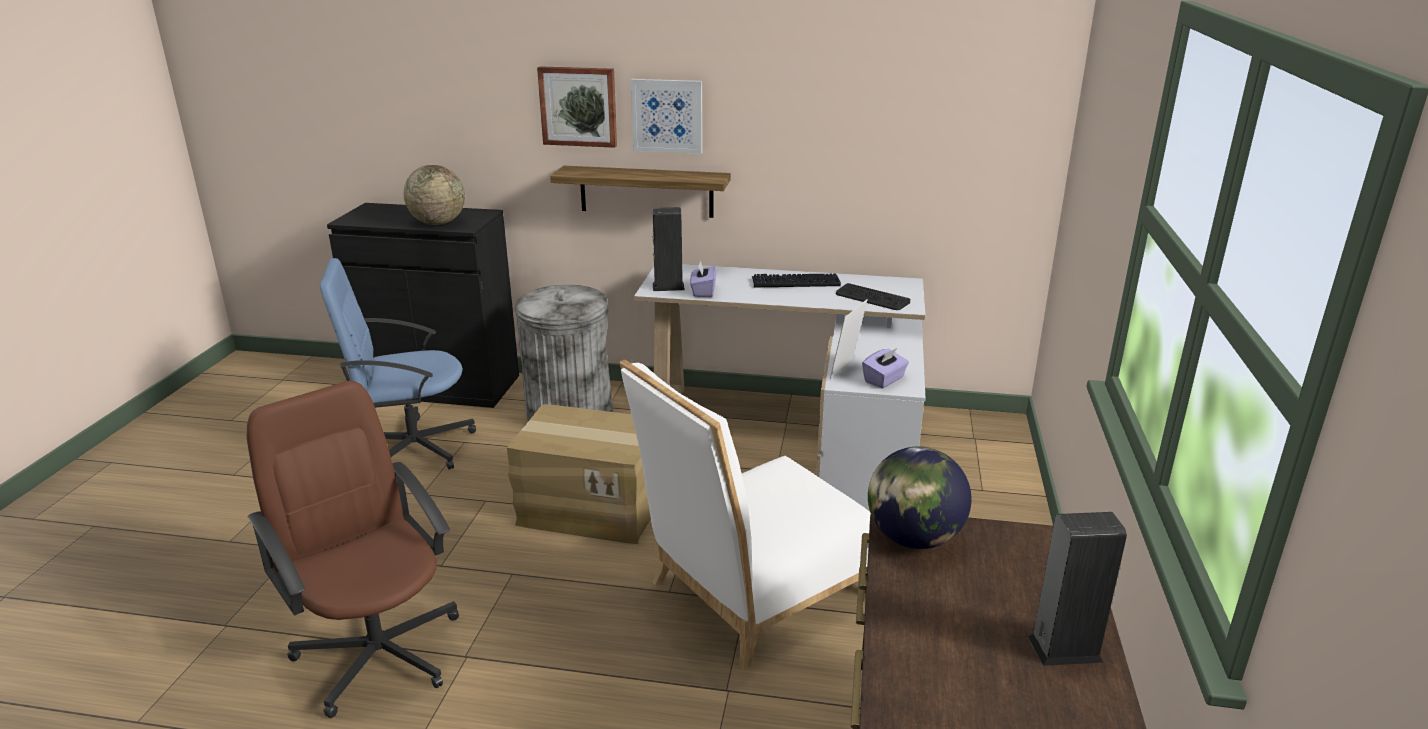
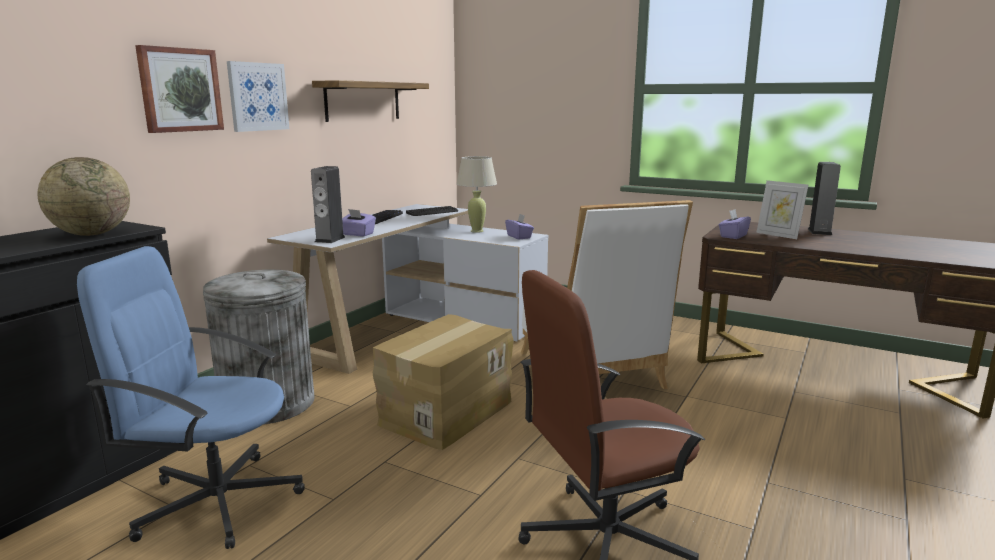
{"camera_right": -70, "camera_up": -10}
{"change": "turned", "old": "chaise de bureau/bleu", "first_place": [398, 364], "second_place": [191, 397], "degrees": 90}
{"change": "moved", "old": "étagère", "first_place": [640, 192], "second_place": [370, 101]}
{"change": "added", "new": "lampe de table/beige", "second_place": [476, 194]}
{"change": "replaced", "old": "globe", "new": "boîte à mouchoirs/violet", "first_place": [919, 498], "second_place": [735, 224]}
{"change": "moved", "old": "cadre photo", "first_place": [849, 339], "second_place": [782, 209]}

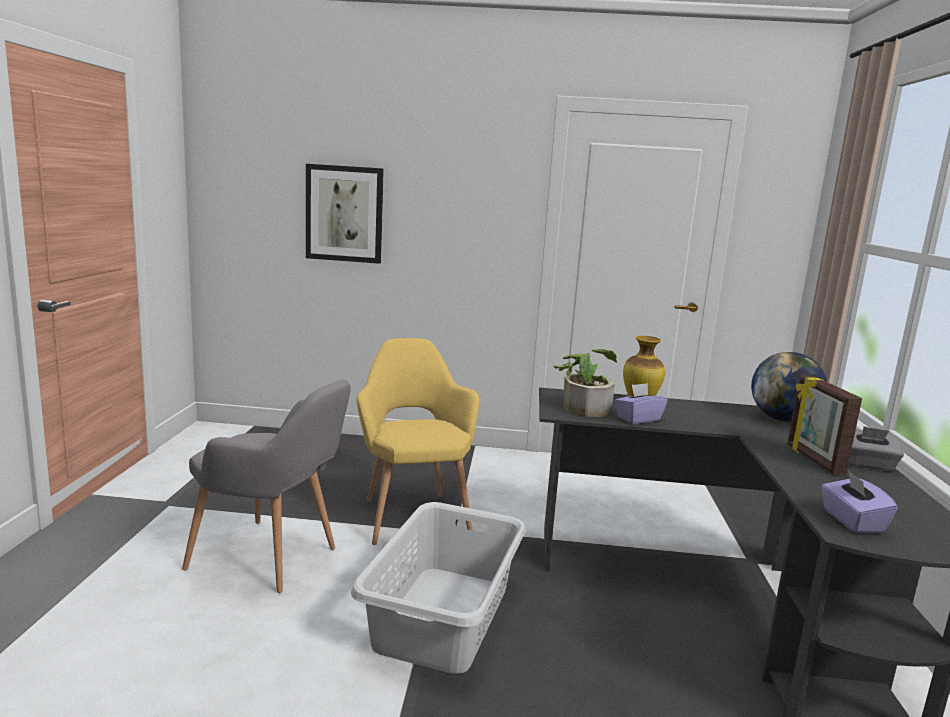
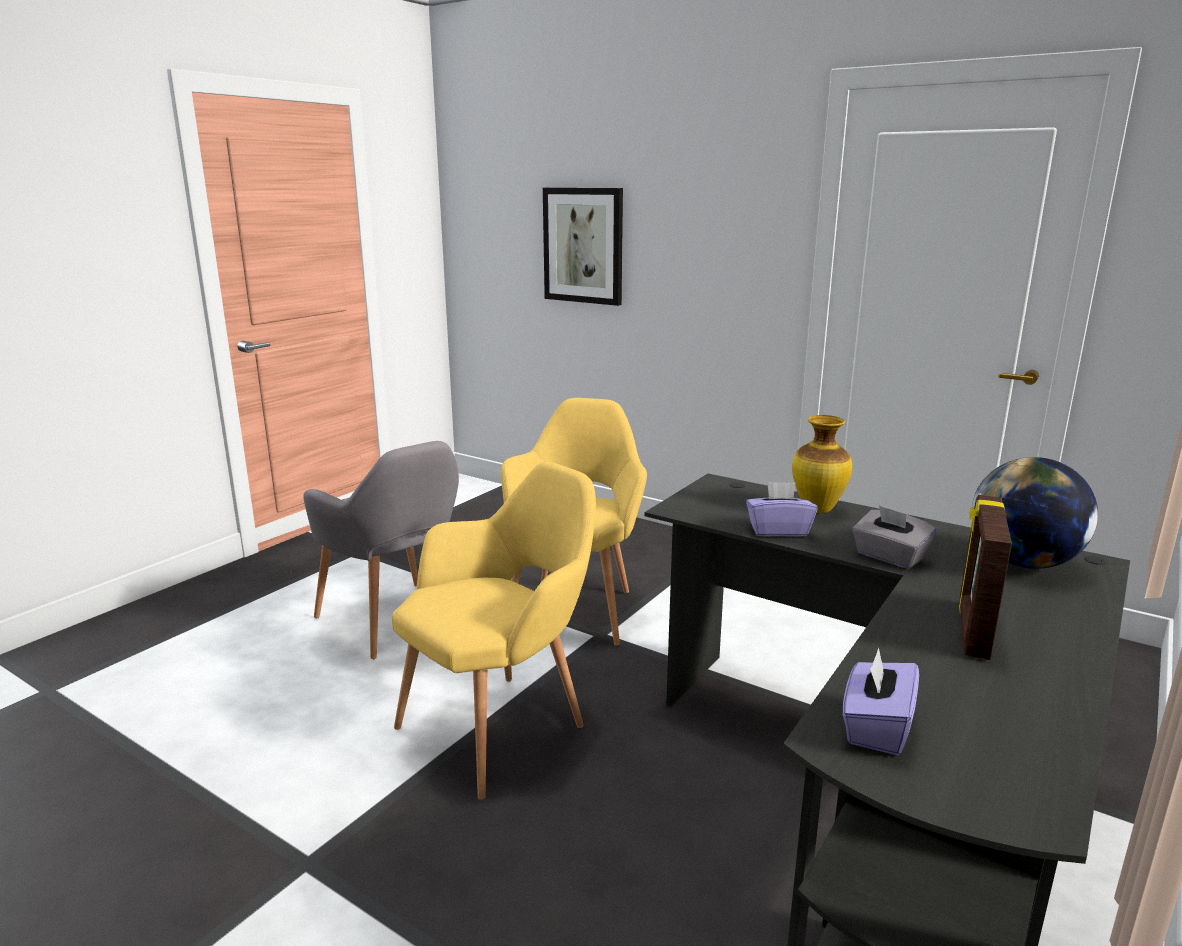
{"camera_right": 30, "camera_up": 5}
{"change": "replaced", "old": "panier à linge/gris", "new": "fauteuil/jaune", "first_place": [438, 588], "second_place": [494, 631]}
{"change": "moved", "old": "boîte à mouchoirs/gris", "first_place": [876, 449], "second_place": [894, 537]}
{"change": "removed", "old": "plante en pot", "first_place": [585, 383]}

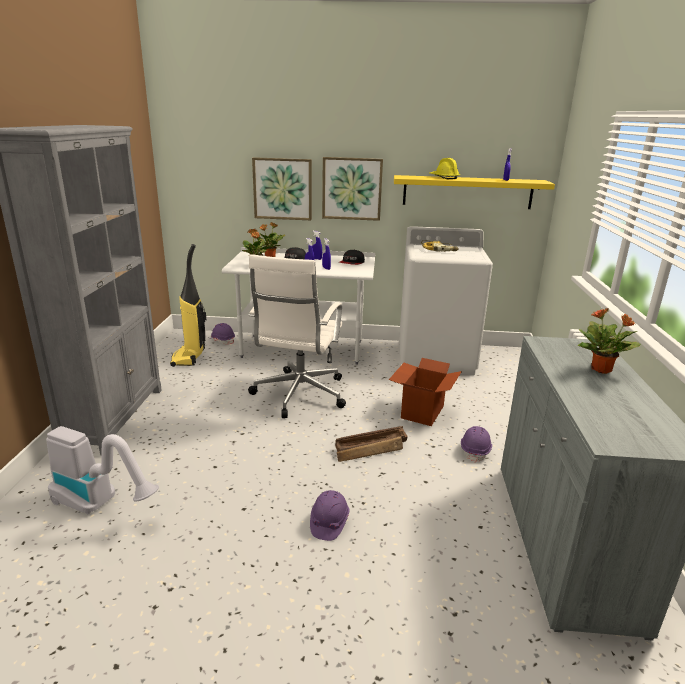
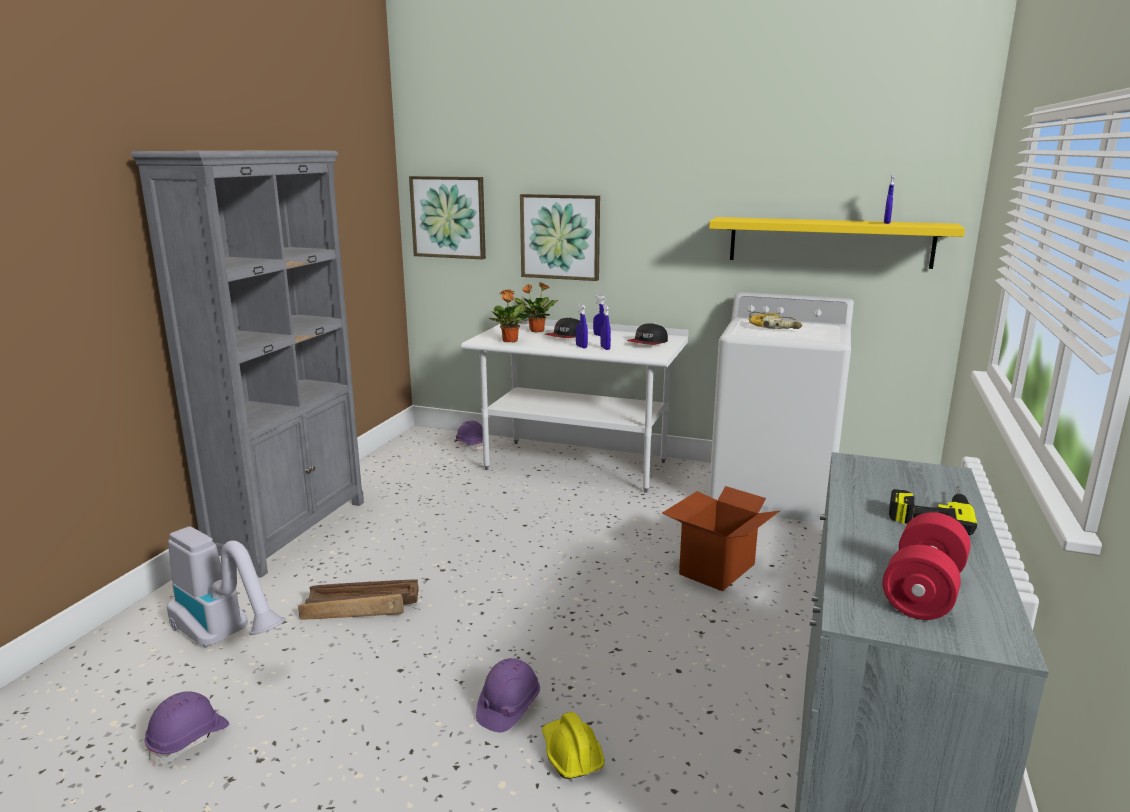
{"camera_right": 15, "camera_up": -5}
{"change": "moved", "old": "casque de chantier/violet", "first_place": [476, 444], "second_place": [186, 728]}
{"change": "moved", "old": "caisse", "first_place": [371, 444], "second_place": [358, 599]}
{"change": "moved", "old": "tableau", "first_place": [352, 189], "second_place": [447, 217]}
{"change": "moved", "old": "casque de chantier/jaune", "first_place": [444, 168], "second_place": [573, 745]}
{"change": "added", "new": "haltère/rouge", "second_place": [926, 566]}
{"change": "replaced", "old": "plante en pot", "new": "perceuse", "first_place": [609, 341], "second_place": [933, 510]}
{"change": "removed", "old": "aspirateur", "first_place": [188, 305]}
{"change": "removed", "old": "chaise de bureau/blanc", "first_place": [297, 336]}

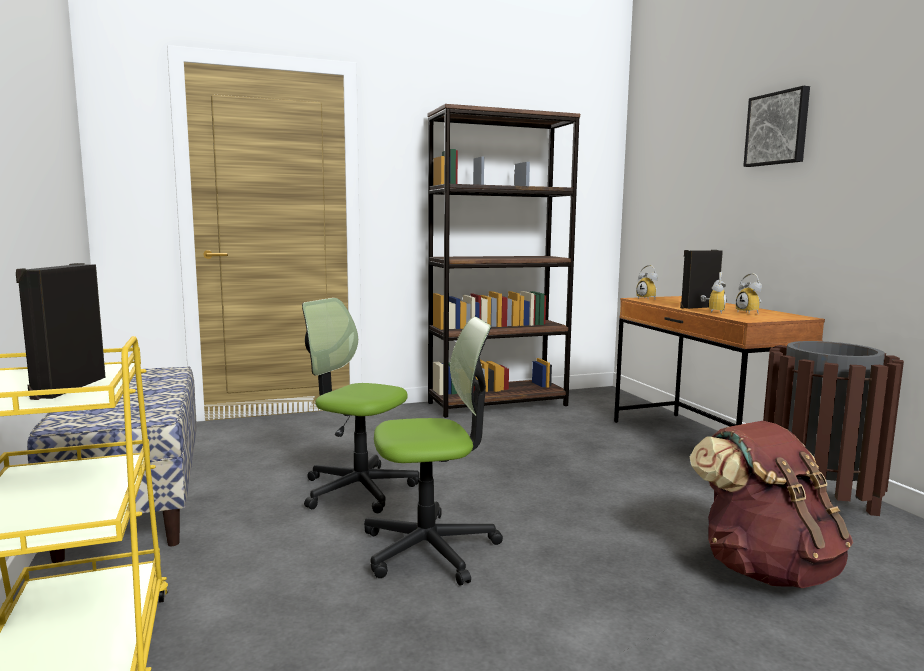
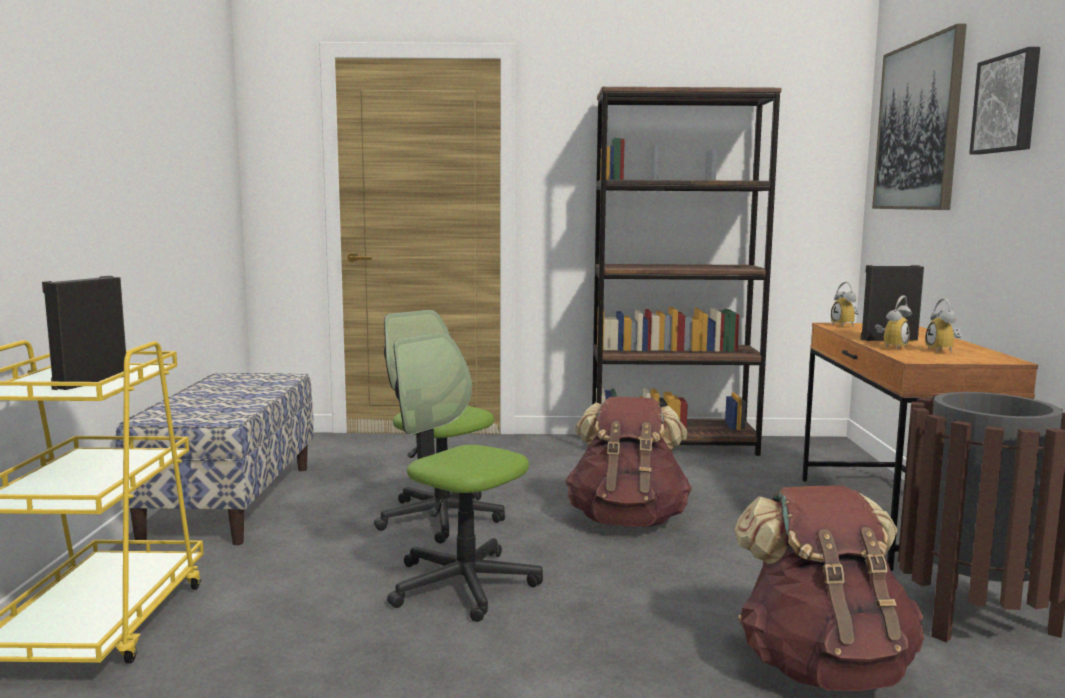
{"camera_right": 20, "camera_up": 0}
{"change": "turned", "old": "chaise de bureau", "first_place": [433, 451], "second_place": [465, 477], "degrees": -150}
{"change": "added", "new": "sac à dos/marron", "second_place": [629, 462]}
{"change": "added", "new": "tableau", "second_place": [919, 117]}

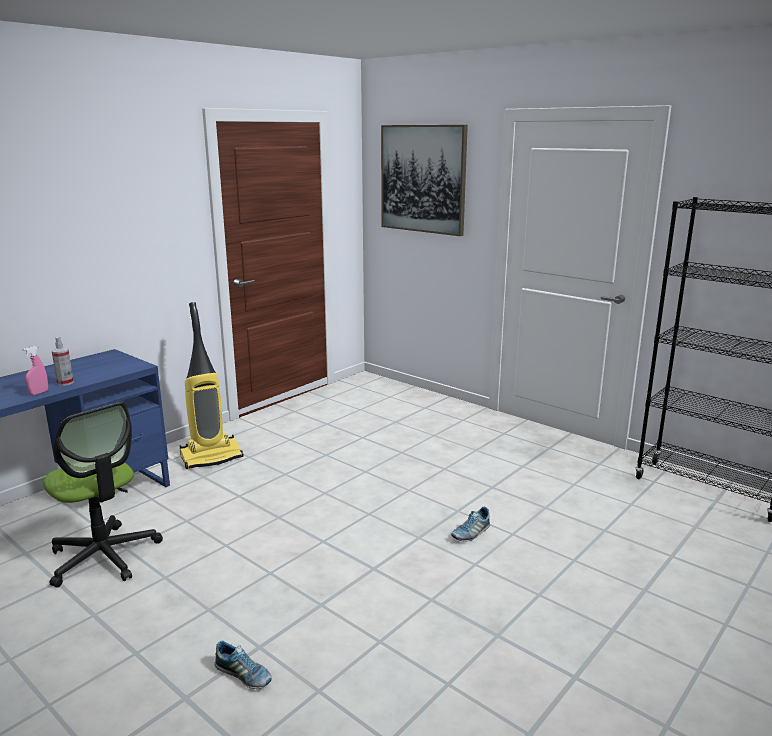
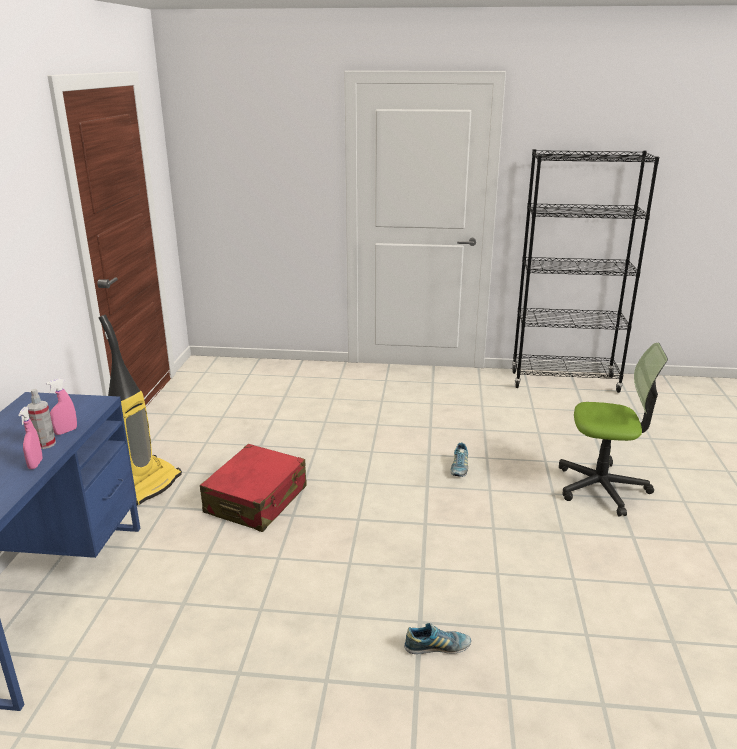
{"camera_right": -35, "camera_up": 5}
{"change": "added", "new": "vaporisateur/rose", "second_place": [61, 406]}
{"change": "added", "new": "valise/rouge", "second_place": [253, 488]}
{"change": "moved", "old": "chaise de bureau", "first_place": [103, 495], "second_place": [613, 430]}
{"change": "removed", "old": "tableau", "first_place": [424, 180]}

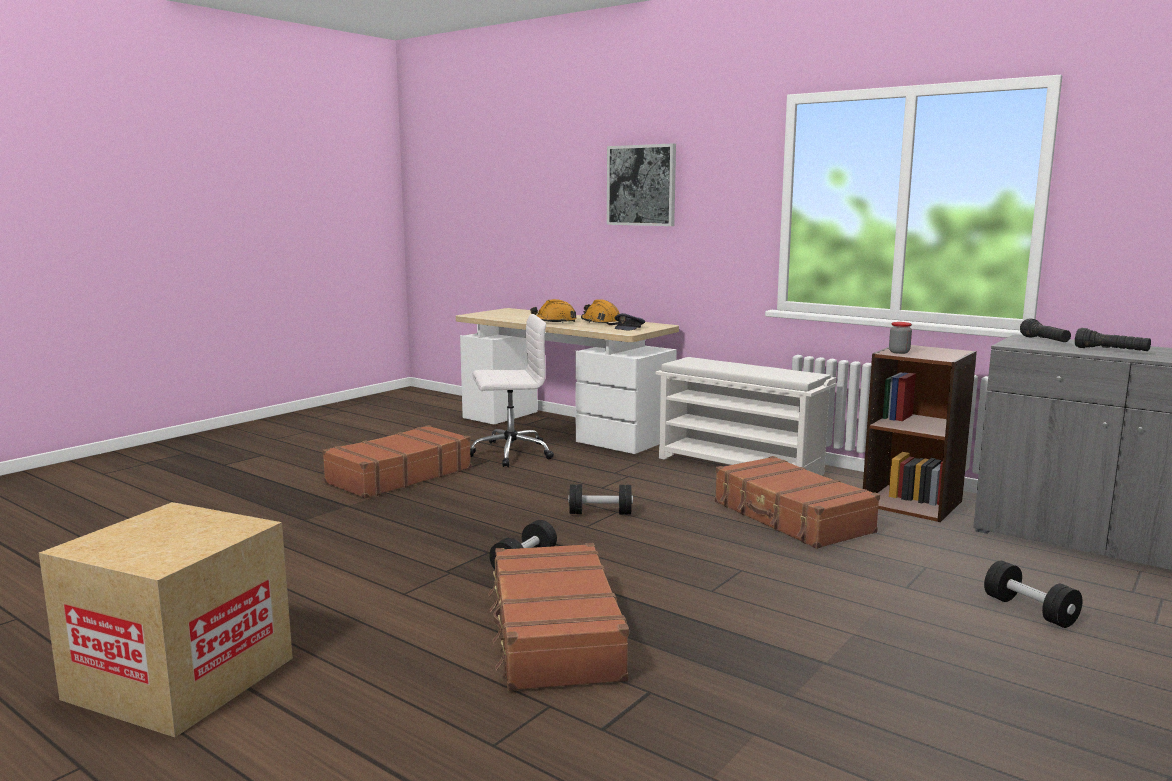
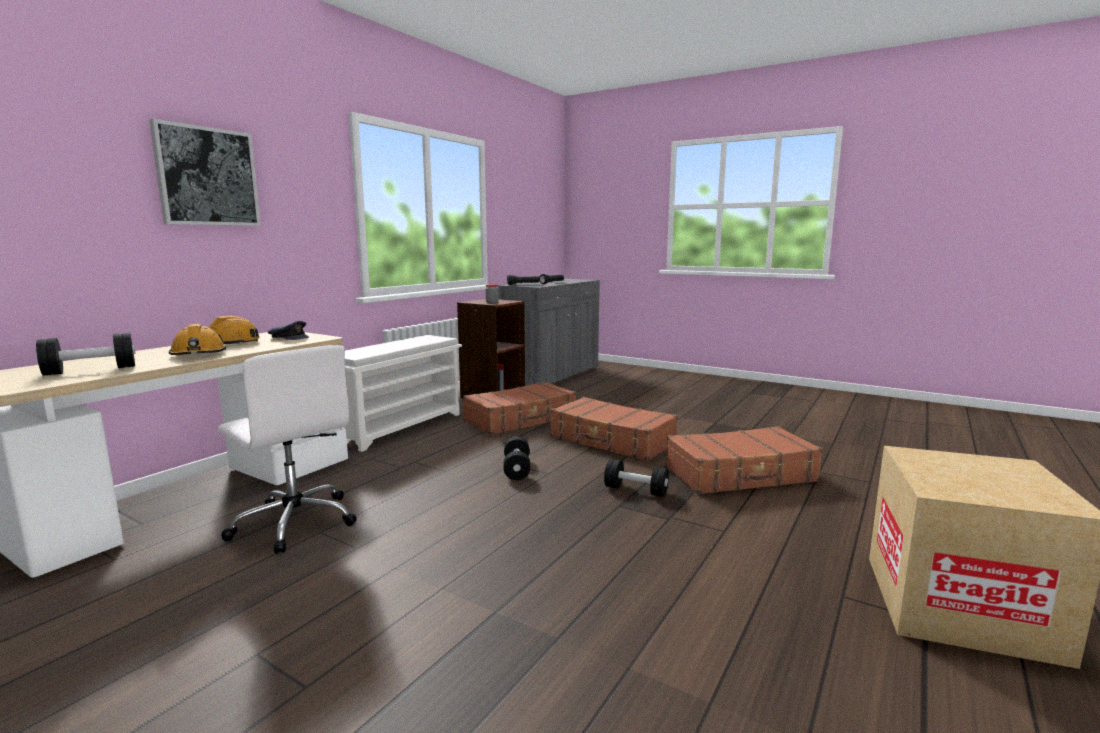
{"camera_right": -95, "camera_up": 0}
{"change": "moved", "old": "haltère/noir", "first_place": [1033, 594], "second_place": [85, 354]}
{"change": "turned", "old": "chaise de bureau/blanc", "first_place": [512, 390], "second_place": [287, 449], "degrees": 150}
{"change": "moved", "old": "valise/marron", "first_place": [397, 461], "second_place": [614, 429]}

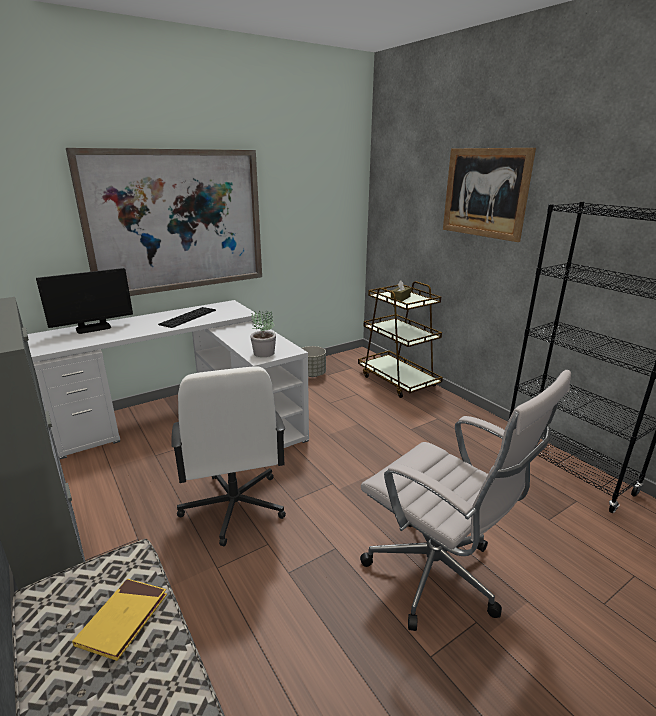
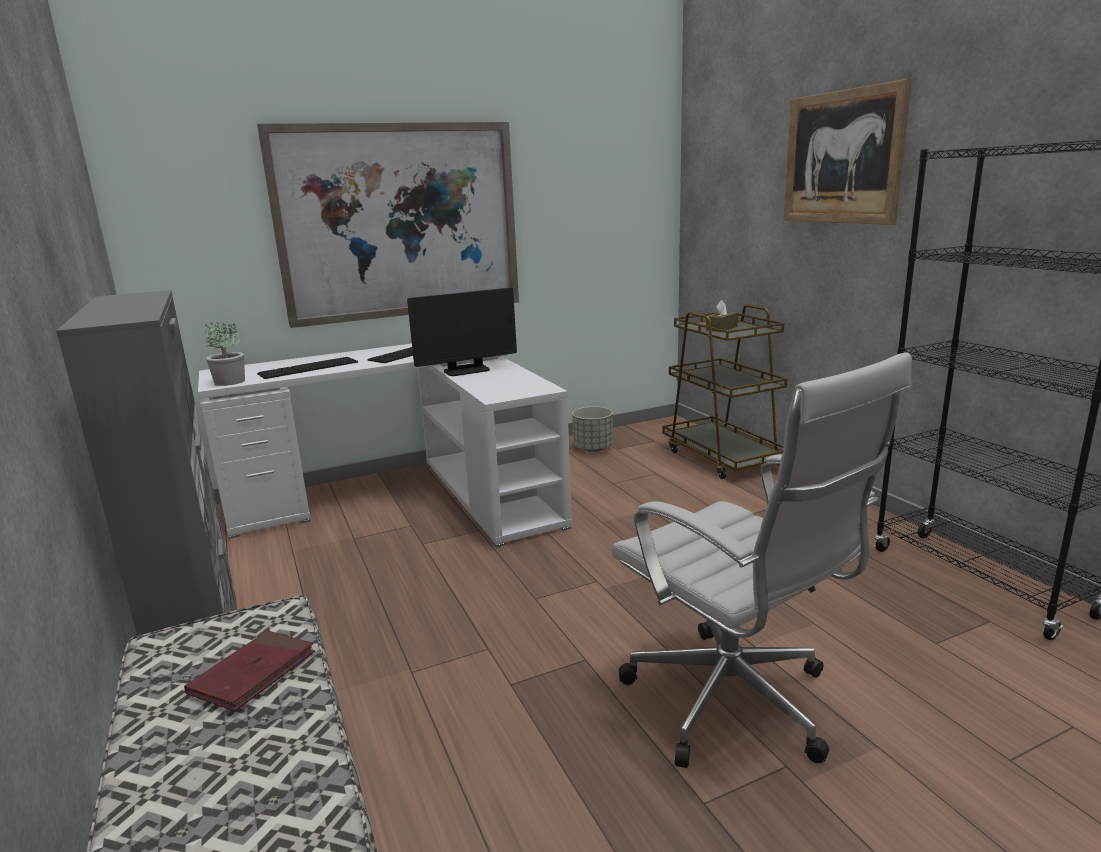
{"camera_right": 10, "camera_up": -5}
{"change": "recoloured", "old": "livre/jaune", "new": "livre/rouge", "first_place": [119, 620], "second_place": [249, 671]}
{"change": "moved", "old": "plante en pot", "first_place": [263, 334], "second_place": [225, 354]}
{"change": "added", "new": "clavier", "second_place": [307, 368]}
{"change": "moved", "old": "écran d'ordinateur", "first_place": [84, 301], "second_place": [462, 331]}
{"change": "removed", "old": "chaise de bureau/blanc", "first_place": [228, 457]}

